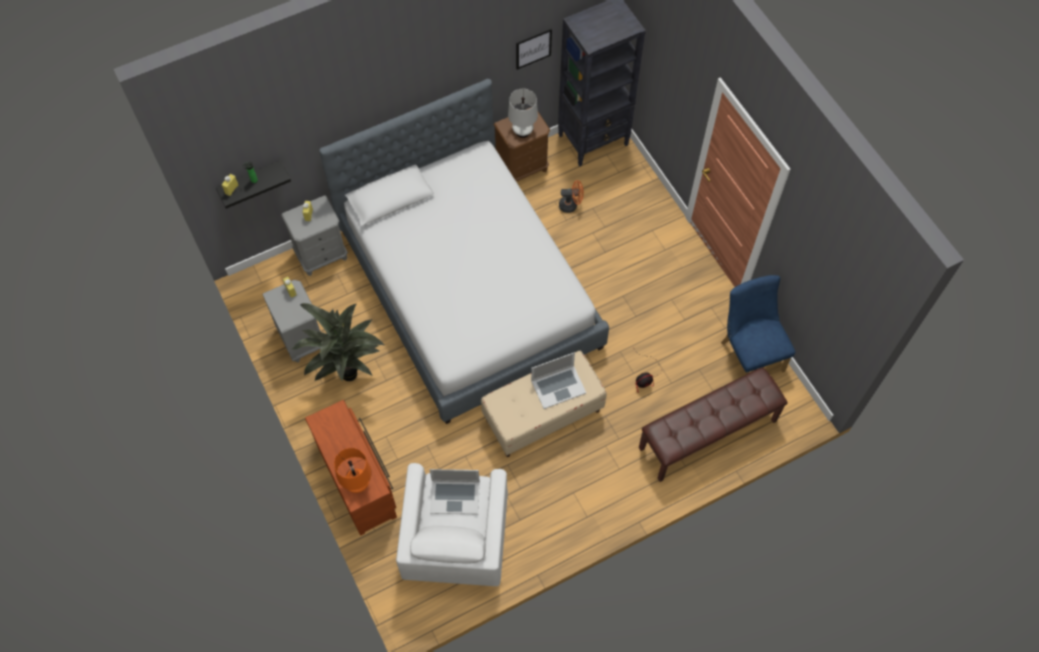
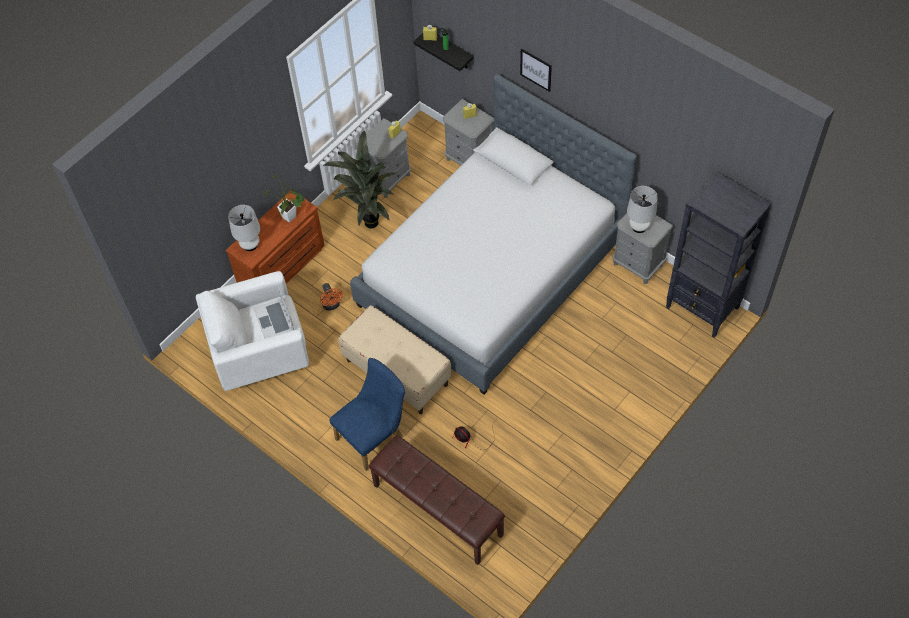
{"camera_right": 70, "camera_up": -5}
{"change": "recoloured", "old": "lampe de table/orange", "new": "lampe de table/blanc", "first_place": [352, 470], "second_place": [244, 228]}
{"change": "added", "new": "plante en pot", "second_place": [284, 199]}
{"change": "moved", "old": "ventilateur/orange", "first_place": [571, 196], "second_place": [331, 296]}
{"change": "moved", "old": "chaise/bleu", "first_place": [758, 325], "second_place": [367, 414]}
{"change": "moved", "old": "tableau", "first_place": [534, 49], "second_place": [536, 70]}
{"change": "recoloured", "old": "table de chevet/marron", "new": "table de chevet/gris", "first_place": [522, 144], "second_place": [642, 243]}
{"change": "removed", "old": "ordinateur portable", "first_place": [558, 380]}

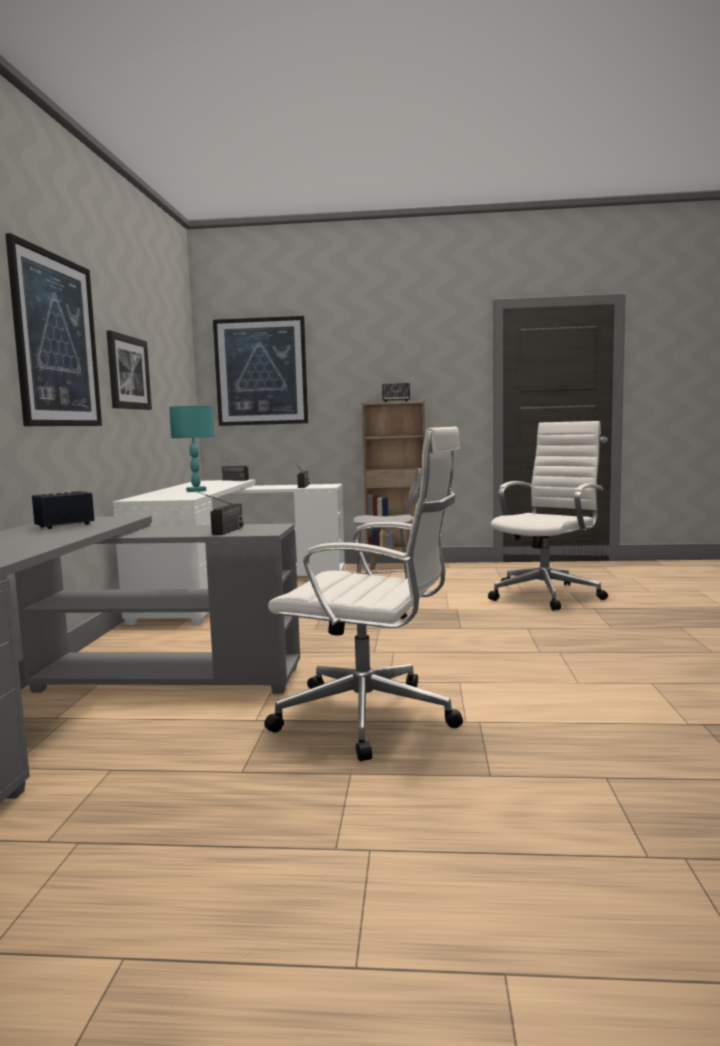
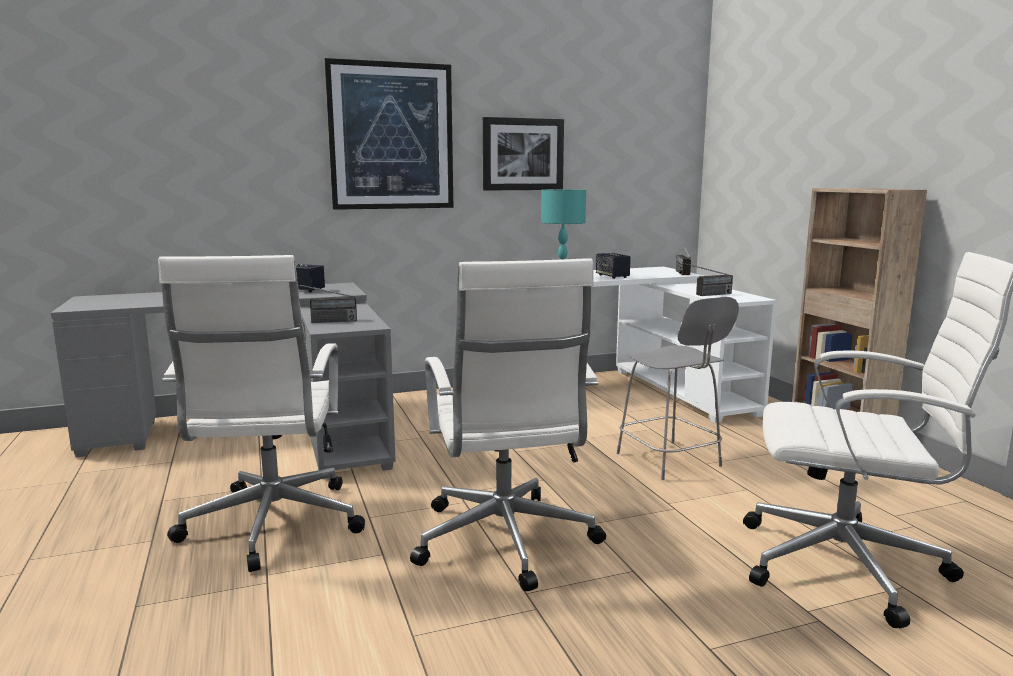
{"camera_right": 65, "camera_up": 5}
{"change": "added", "new": "chaise de bureau/blanc", "second_place": [508, 424]}
{"change": "moved", "old": "enceinte", "first_place": [396, 392], "second_place": [613, 266]}
{"change": "removed", "old": "tableau", "first_place": [260, 371]}

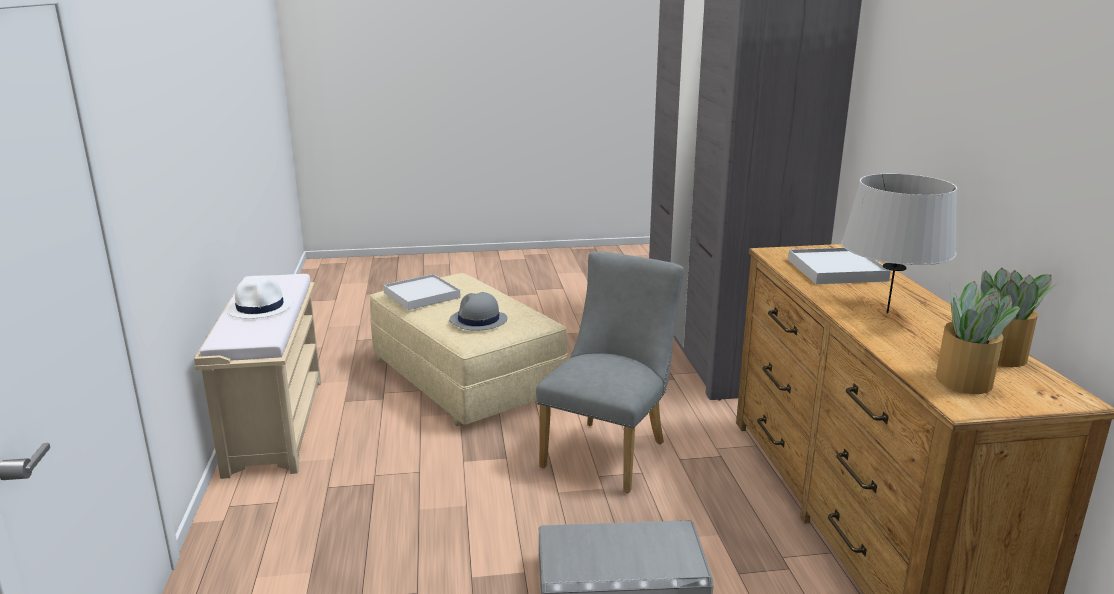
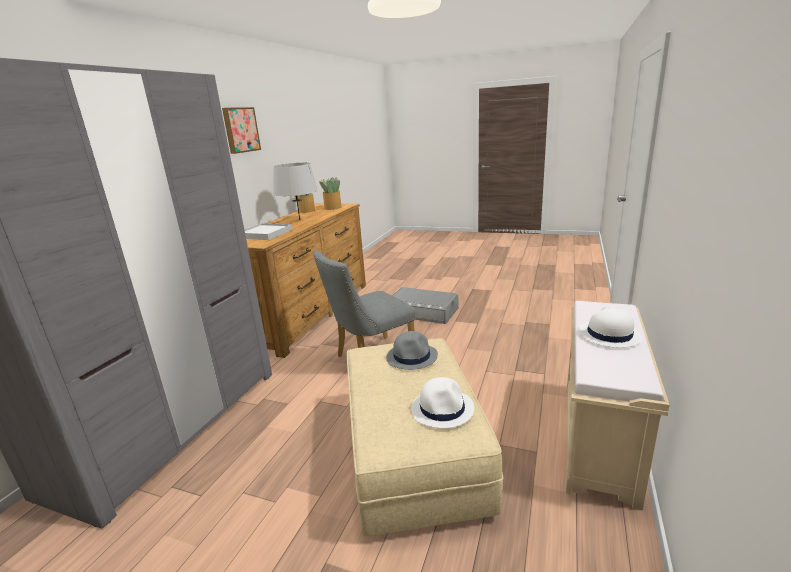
{"camera_right": -150, "camera_up": 0}
{"change": "added", "new": "tableau", "second_place": [241, 130]}
{"change": "replaced", "old": "plateau/blanc", "new": "chapeau/blanc", "first_place": [422, 292], "second_place": [442, 402]}

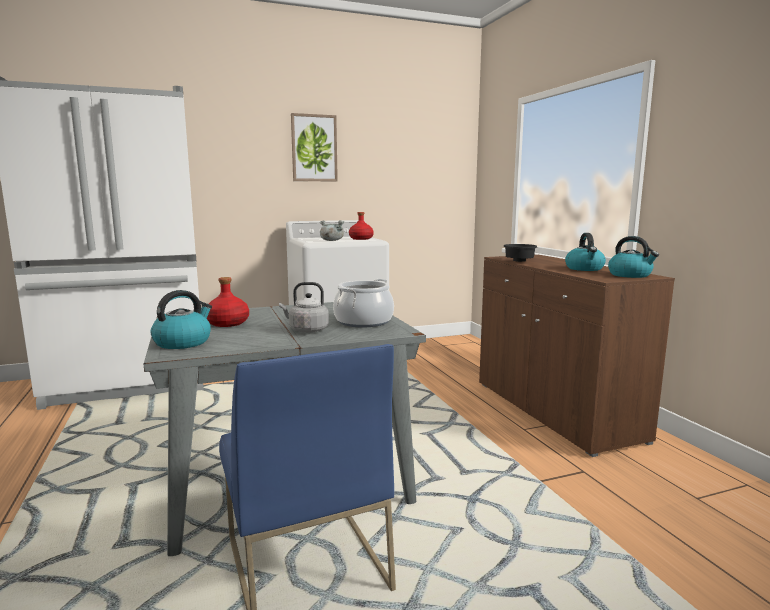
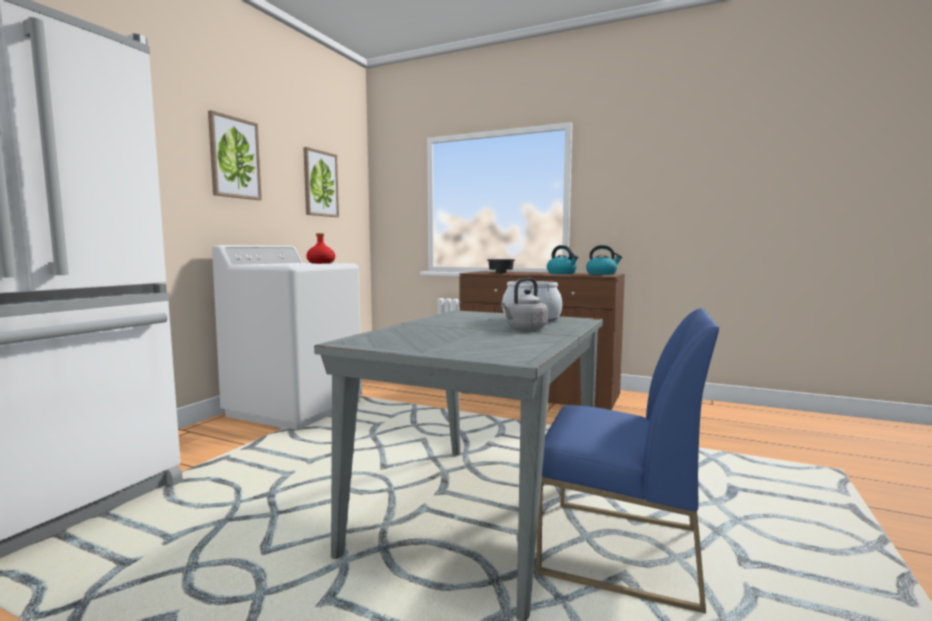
{"camera_right": -45, "camera_up": -5}
{"change": "added", "new": "tableau", "second_place": [321, 182]}
{"change": "removed", "old": "bouilloire", "first_place": [181, 319]}
{"change": "removed", "old": "bouteille/rouge", "first_place": [228, 302]}
{"change": "removed", "old": "marmite/gris", "first_place": [332, 230]}

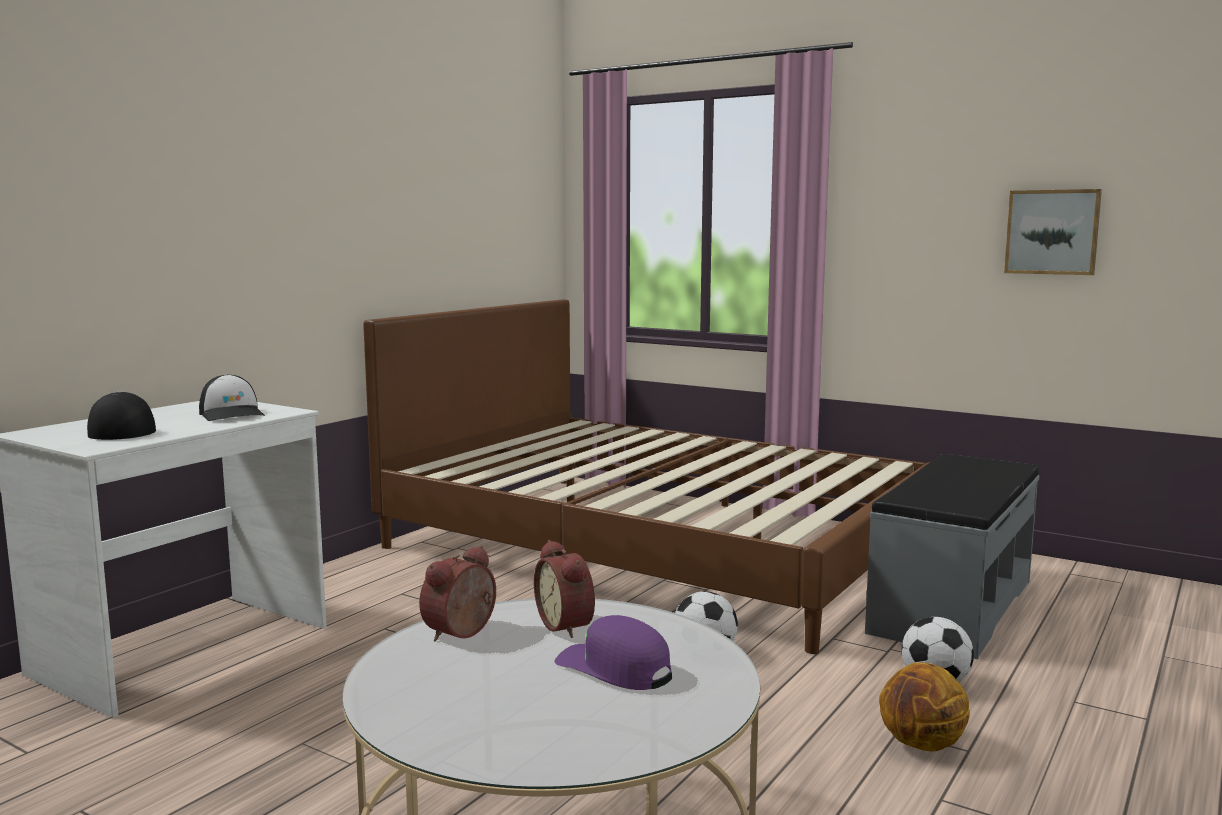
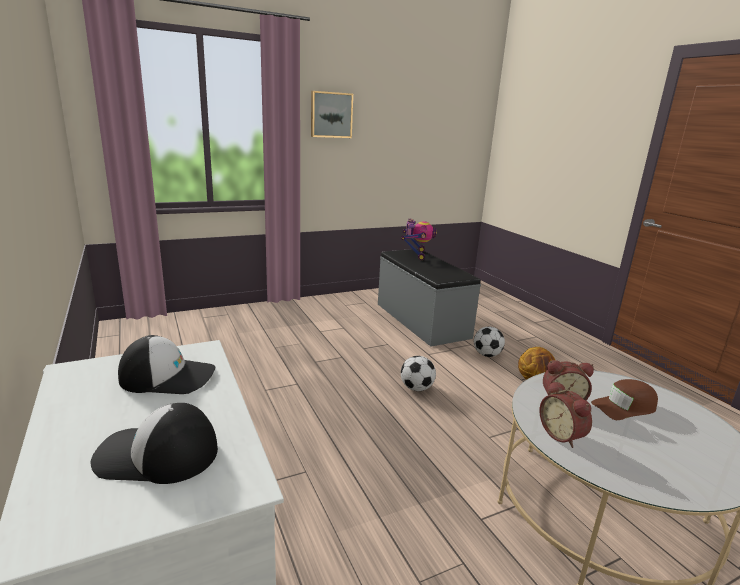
{"camera_right": -60, "camera_up": 10}
{"change": "moved", "old": "tableau", "first_place": [1053, 232], "second_place": [332, 114]}
{"change": "added", "new": "robot jouet", "second_place": [419, 239]}
{"change": "recoloured", "old": "casquette/violet", "new": "casquette/marron", "first_place": [613, 652], "second_place": [624, 399]}
{"change": "removed", "old": "lit/marron", "first_place": [646, 476]}

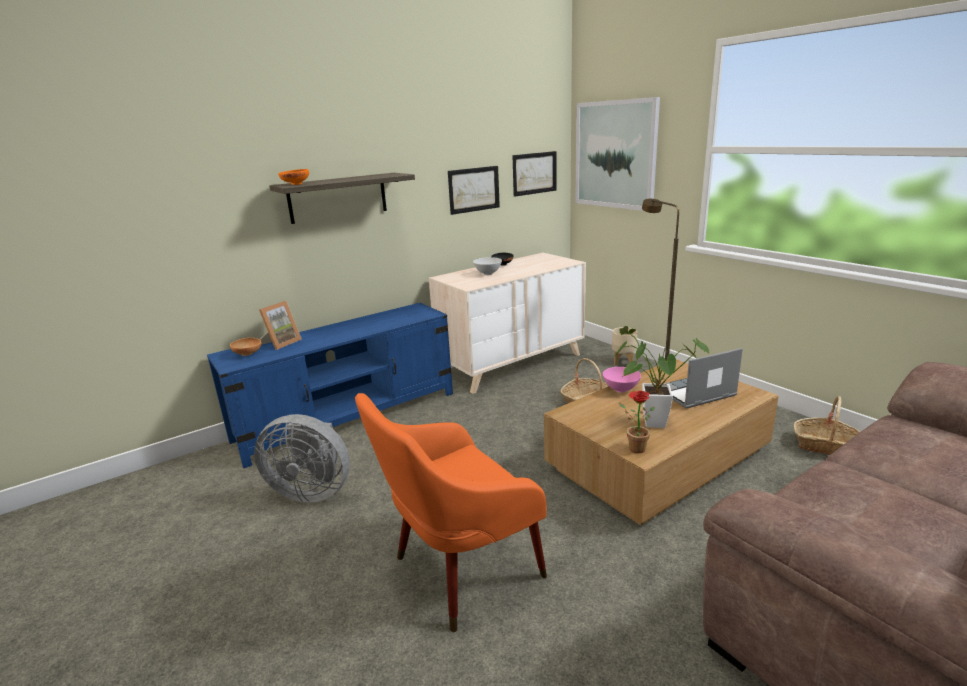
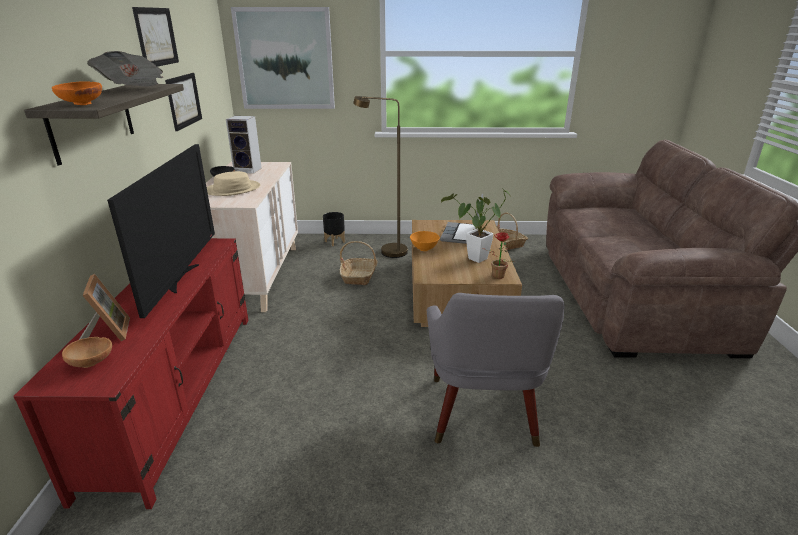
{"camera_right": -55, "camera_up": 5}
{"change": "recoloured", "old": "meuble télé/bleu", "new": "meuble télé/rouge", "first_place": [330, 385], "second_place": [131, 373]}
{"change": "added", "new": "journal", "second_place": [125, 69]}
{"change": "added", "new": "téléviseur", "second_place": [161, 231]}
{"change": "moved", "old": "tableau", "first_place": [534, 174], "second_place": [155, 37]}
{"change": "replaced", "old": "bol/blanc", "new": "chapeau/beige", "first_place": [487, 266], "second_place": [233, 183]}
{"change": "added", "new": "enceinte", "second_place": [244, 145]}
{"change": "recoloured", "old": "cache-pot/beige", "new": "cache-pot/noir", "first_place": [624, 346], "second_place": [334, 229]}
{"change": "recoloured", "old": "bol/rose", "new": "bol/orange", "first_place": [622, 380], "second_place": [425, 241]}
{"change": "recoloured", "old": "fauteuil/orange", "new": "fauteuil/gris", "first_place": [451, 512], "second_place": [495, 370]}
{"change": "removed", "old": "ventilateur/gris", "first_place": [302, 458]}

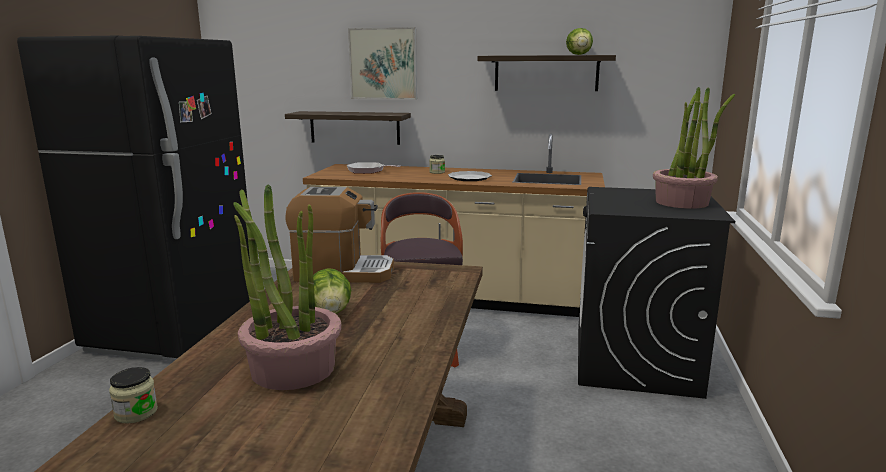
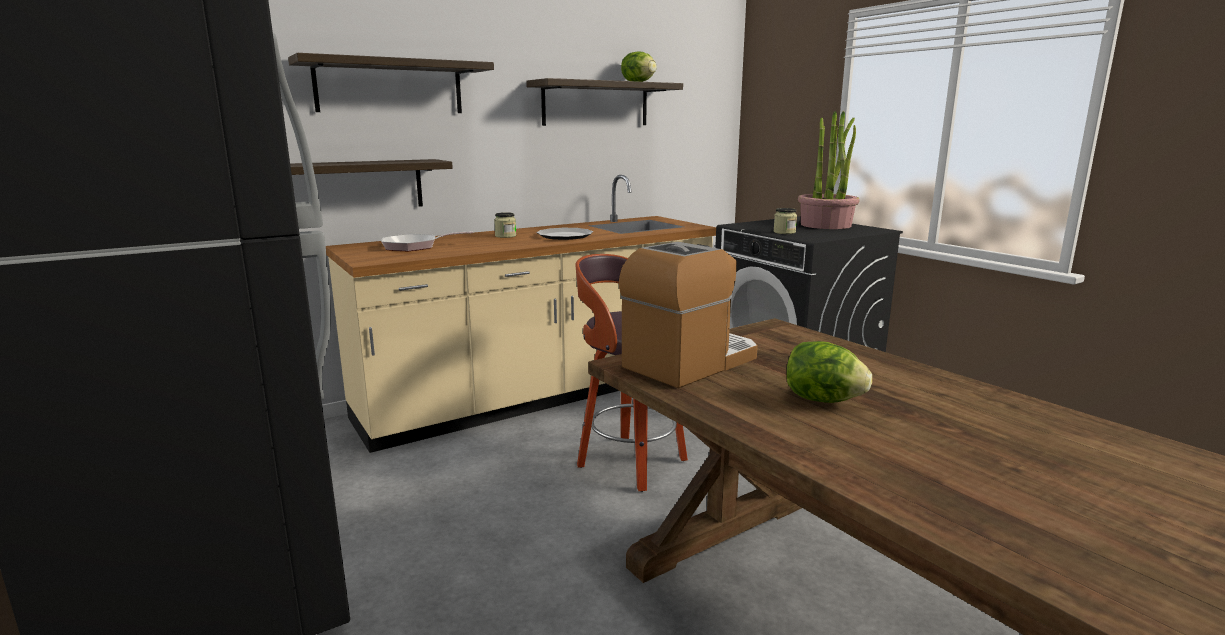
{"camera_right": -45, "camera_up": 0}
{"change": "replaced", "old": "tableau", "new": "étagère", "first_place": [382, 63], "second_place": [391, 83]}
{"change": "moved", "old": "bocal", "first_place": [133, 395], "second_place": [785, 221]}
{"change": "removed", "old": "plante en pot", "first_place": [287, 287]}

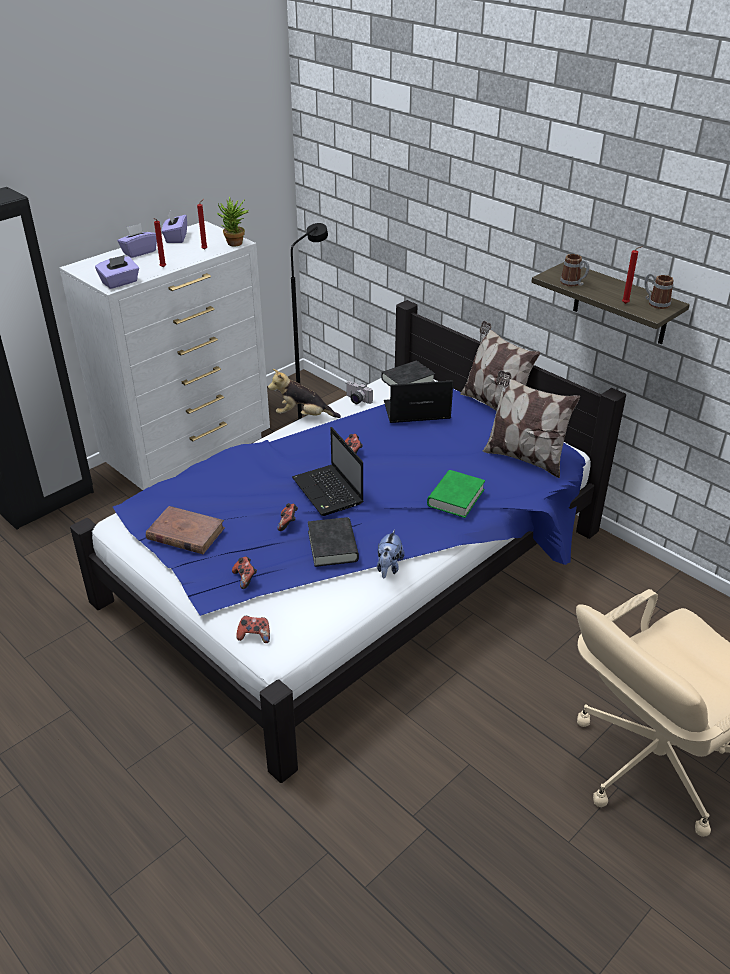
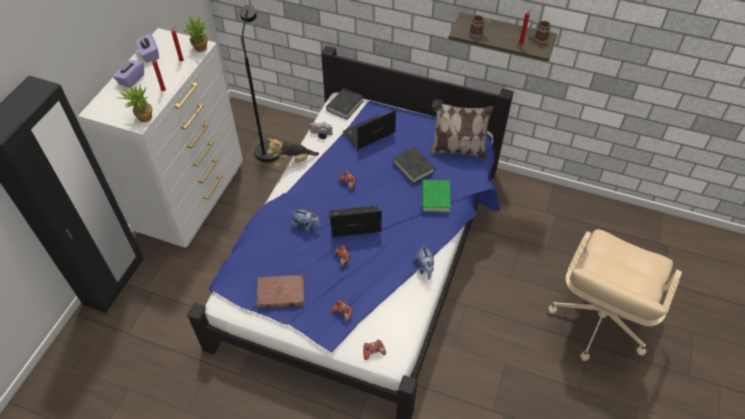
{"camera_right": -25, "camera_up": 15}
{"change": "replaced", "old": "boîte à mouchoirs/violet", "new": "plante en pot", "first_place": [117, 272], "second_place": [135, 102]}
{"change": "added", "new": "peluche", "second_place": [306, 220]}
{"change": "turned", "old": "ordinateur portable", "first_place": [328, 471], "second_place": [355, 221], "degrees": 135}
{"change": "moved", "old": "livre/noir", "first_place": [333, 542], "second_place": [414, 165]}
{"change": "removed", "old": "coussin", "first_place": [500, 366]}

